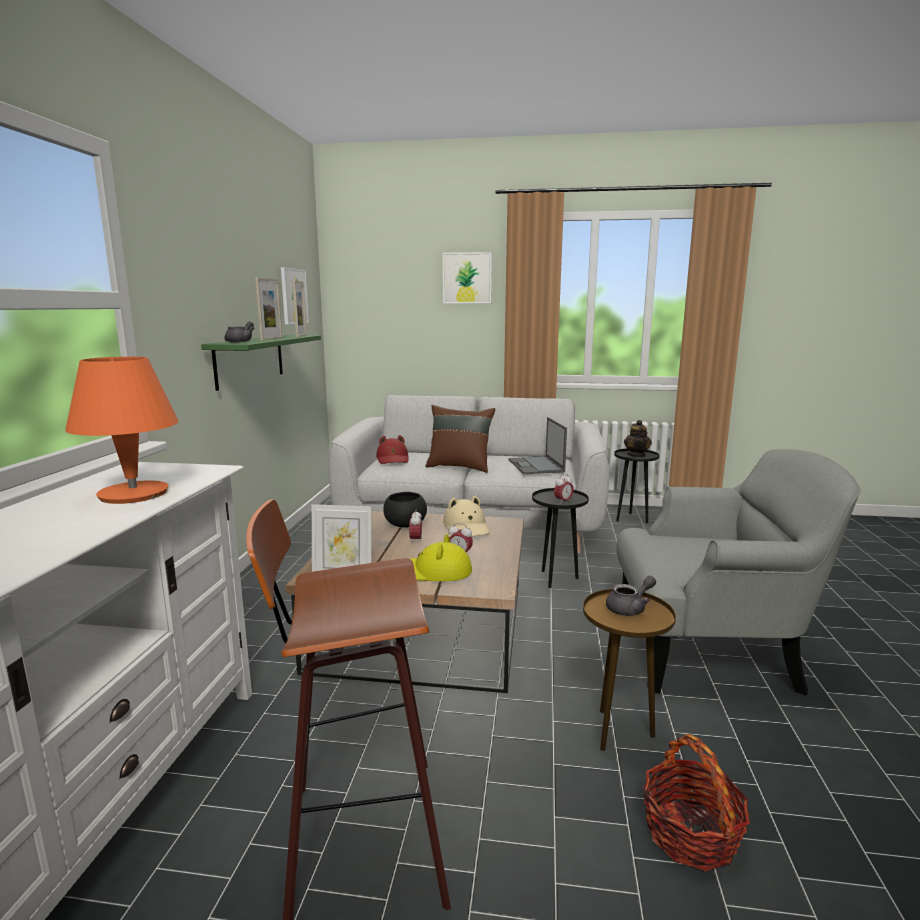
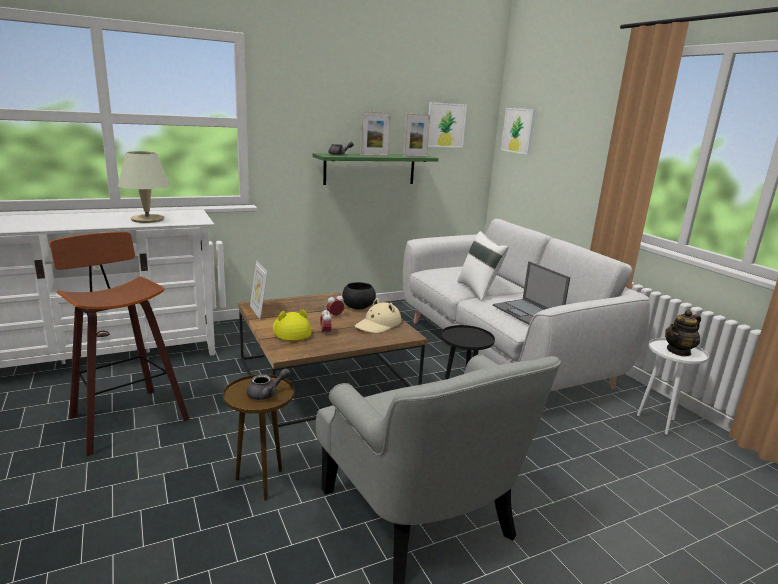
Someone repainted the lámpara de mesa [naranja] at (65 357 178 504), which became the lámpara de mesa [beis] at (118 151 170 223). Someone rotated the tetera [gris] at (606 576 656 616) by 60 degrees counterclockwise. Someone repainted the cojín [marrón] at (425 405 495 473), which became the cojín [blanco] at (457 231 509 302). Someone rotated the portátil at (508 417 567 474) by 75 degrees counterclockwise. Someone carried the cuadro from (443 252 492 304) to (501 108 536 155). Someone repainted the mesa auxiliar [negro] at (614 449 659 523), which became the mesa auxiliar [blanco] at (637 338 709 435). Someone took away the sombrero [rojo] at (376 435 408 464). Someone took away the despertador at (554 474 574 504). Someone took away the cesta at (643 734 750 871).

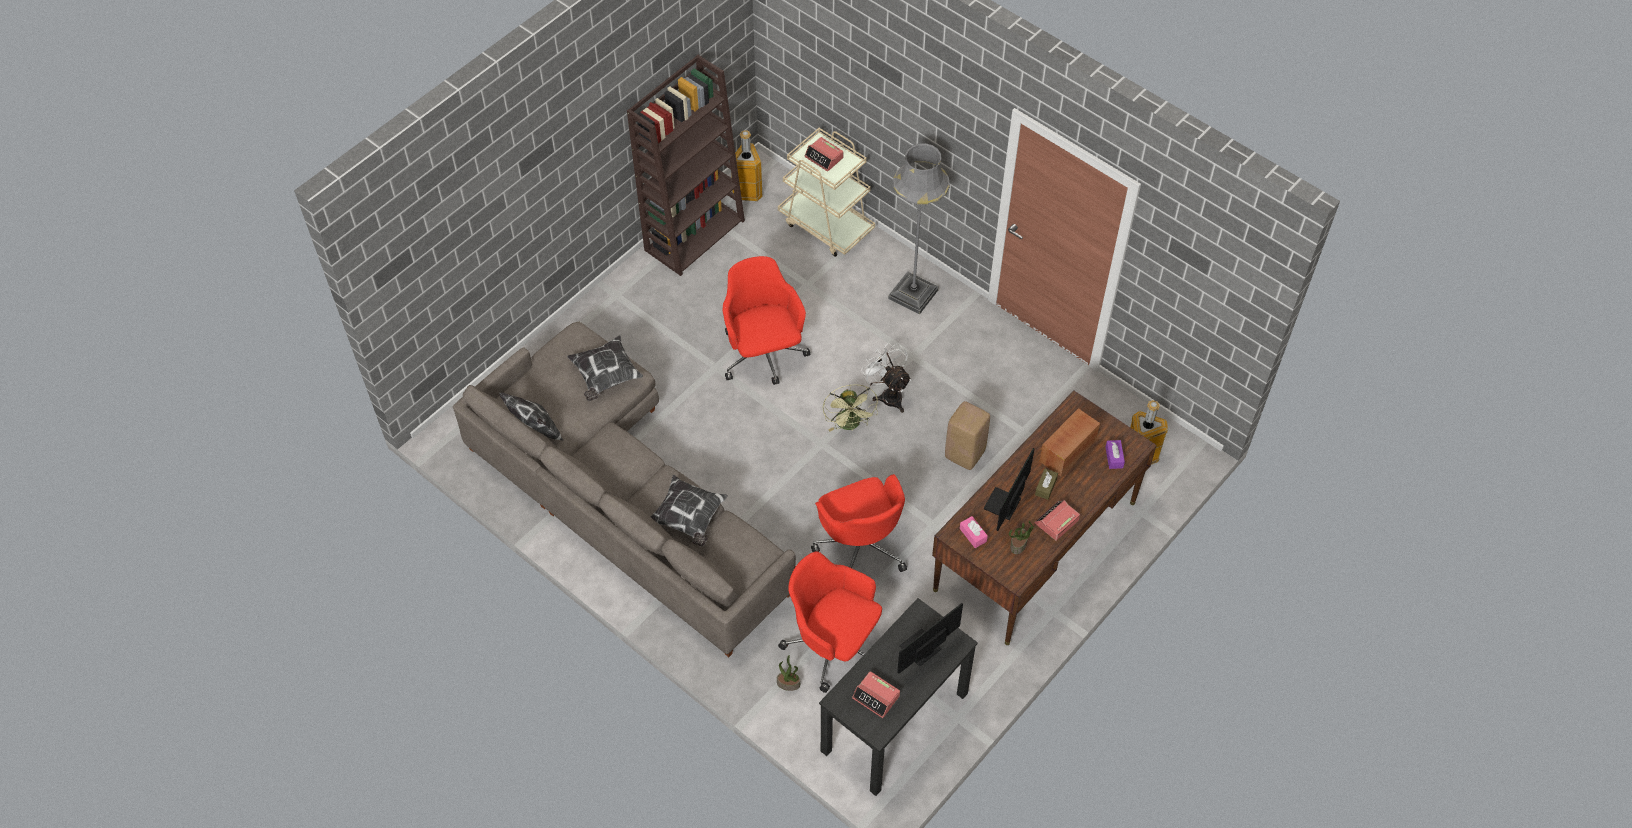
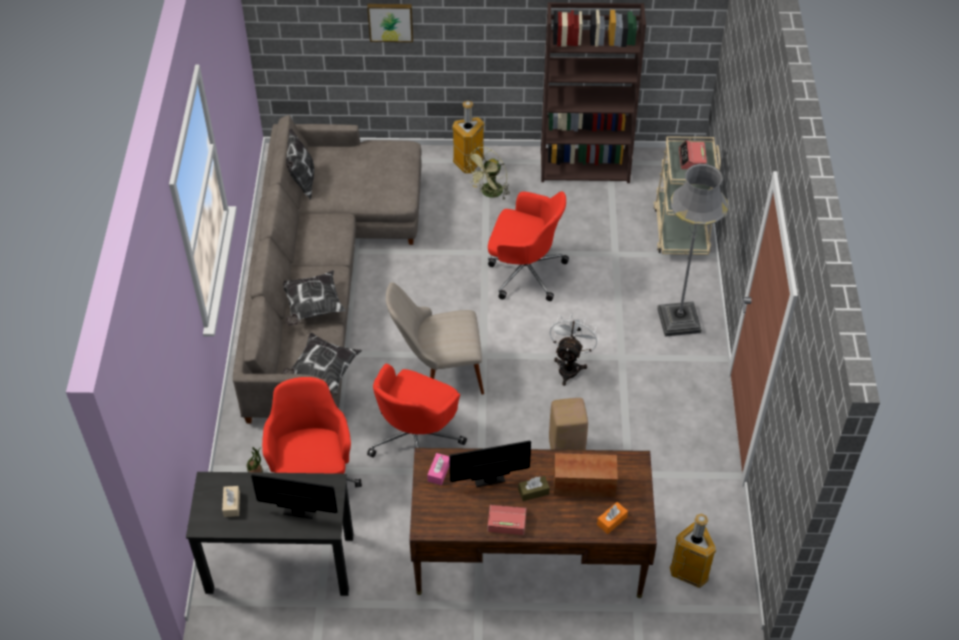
Someone swapped the despertador at (852 671 900 718) for the caja de pañuelos [beis] at (222 486 240 517). Someone carried the cojín from (567 335 643 401) to (281 333 362 393). Someone put up the cuadro at (367 4 413 42). Someone put down the silla [beis] at (386 282 484 395). Someone carried the papelera from (731 130 762 201) to (452 101 484 173). Someone carried the ventilador [verde] from (823 384 878 431) to (464 147 510 200). Someone rotated the silla de oficina [rojo] at (722 256 810 385) by 75 degrees clockwise. Someone repainted the caja de pañuelos [morado] at (1105 440 1125 469), which became the caja de pañuelos [naranja] at (597 502 628 534). Someone took away the planta en maceta at (1009 521 1034 554).

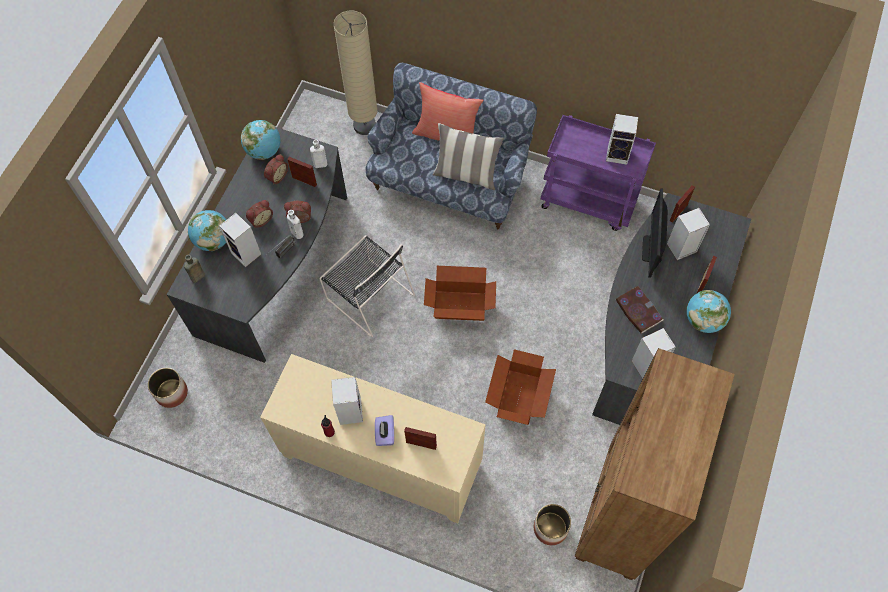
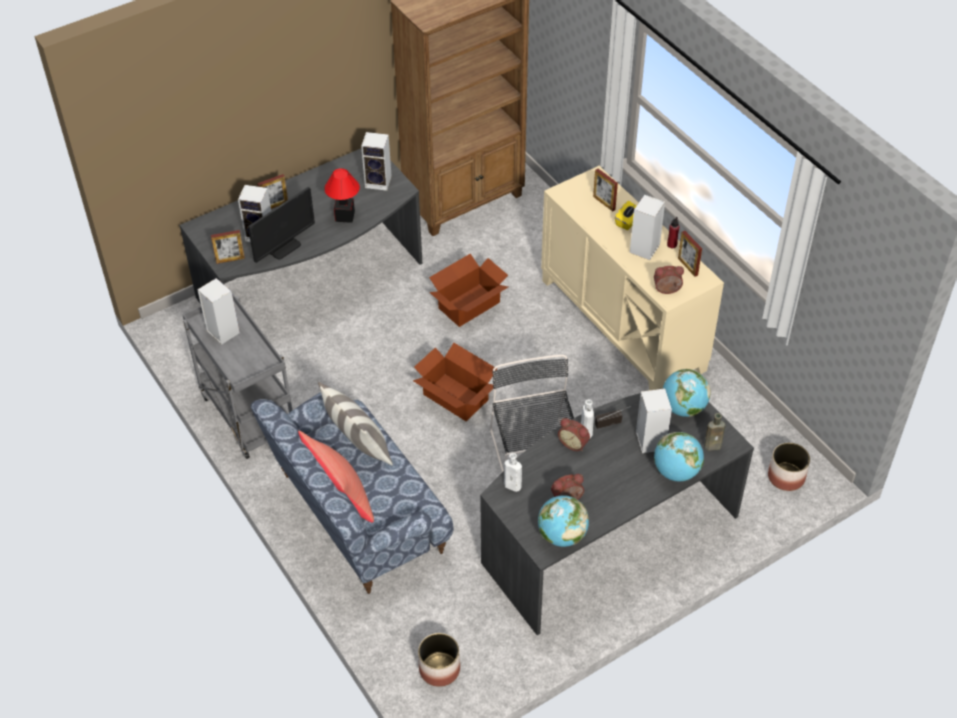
Someone repainted the carrito [morado] at (541 115 656 231), which became the carrito [gris] at (182 292 292 459). Someone swapped the libro at (616 286 663 334) for the lámpara de mesa at (324 168 360 223). Someone carried the maceta from (534 504 571 545) to (418 633 460 687). Someone repainted the caja de pañuelos [morado] at (375 415 394 446), which became the caja de pañuelos [amarillo] at (615 201 637 230). Someone carried the despertador from (246 200 273 228) to (654 266 684 294). Someone carried the globo terráqueo from (687 290 731 333) to (663 369 711 417). Someone carried the portarretratos from (287 157 317 187) to (678 231 702 277). Someone took away the lámpara de pie [beis] at (333 10 378 135).

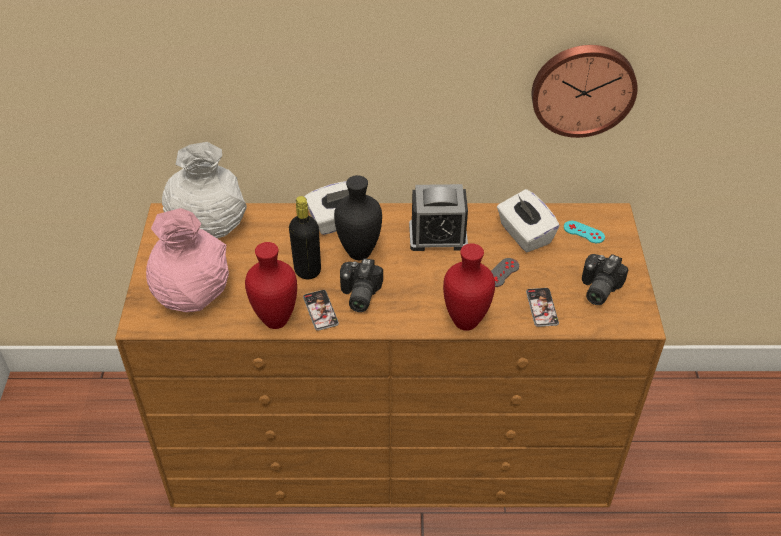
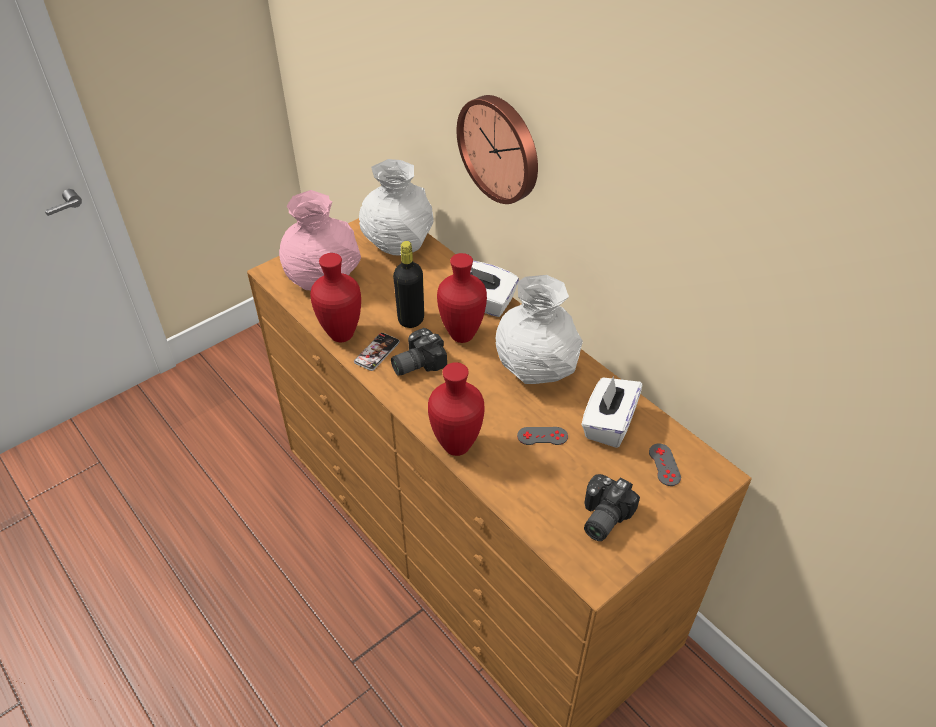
Someone repainted the florero [negro] at (334 175 382 260), which became the florero [rojo] at (437 253 487 343). Someone carried the reloj de pared from (532 45 638 138) to (457 95 538 204). Someone swapped the despertador at (409 184 468 251) for the florero [blanco] at (496 275 583 384). Someone rotated the cámara at (582 254 629 305) by 45 degrees counterclockwise. Someone repainted the mando de consola [turquesa] at (564 221 605 243), which became the mando de consola [gris] at (649 444 681 486). Someone took away the móvil at (526 288 559 327).

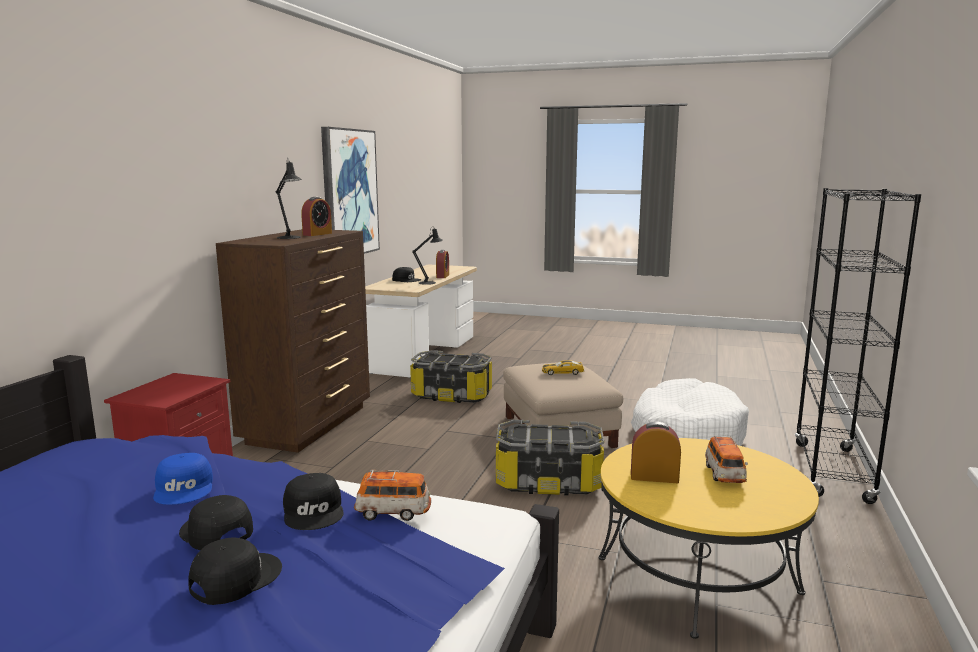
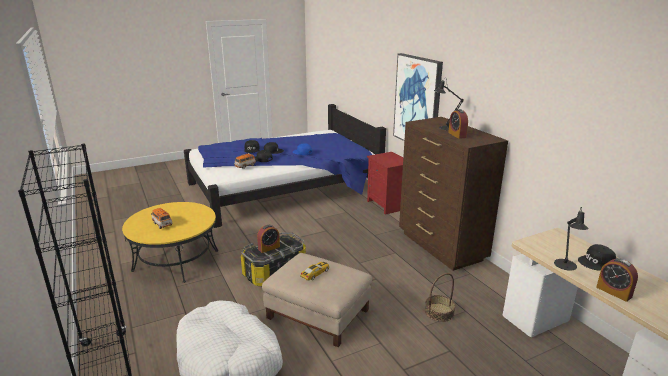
Someone carried the despertador from (631 422 681 483) to (257 225 280 253). Someone carried the cuadro from (321 127 380 254) to (393 53 443 141). Someone swapped the caja de almacenaje at (410 350 492 403) for the cesta at (425 273 456 322).

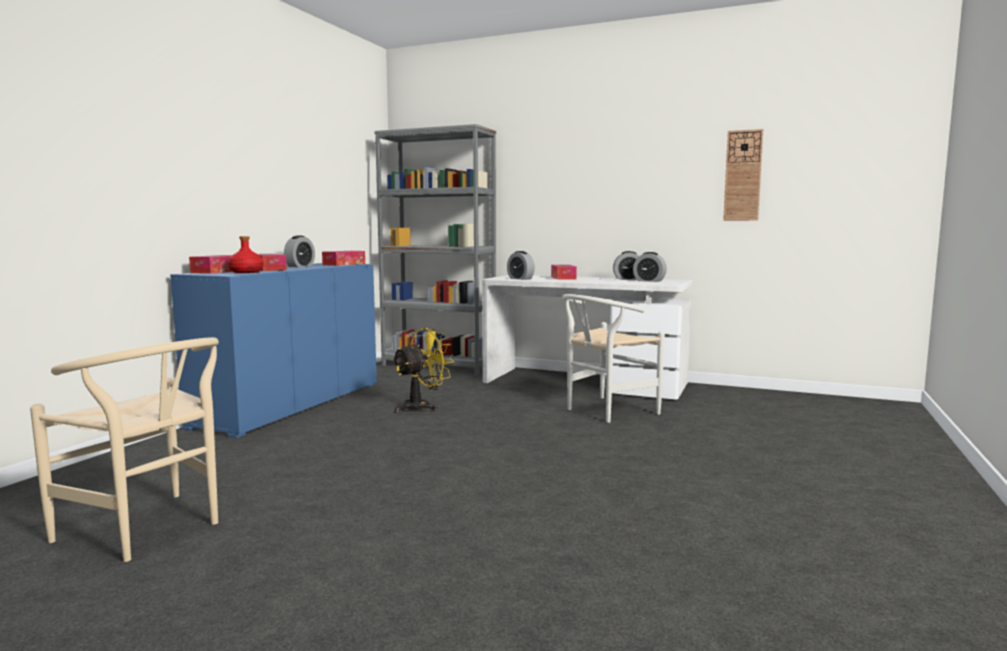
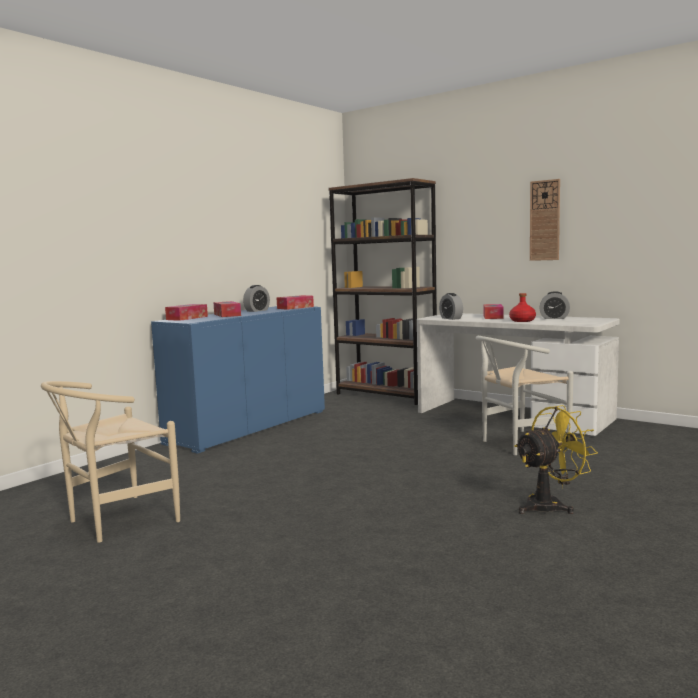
Someone rotated the silla [beis] at (30 337 219 562) by 90 degrees clockwise. Someone repainted the estantería [gris] at (374 124 496 375), which became the estantería [marrón] at (329 178 437 405). Someone carried the botella [rojo] from (228 236 264 273) to (509 293 536 322). Someone carried the ventilador [amarillo] from (392 327 454 413) to (514 405 598 514). Someone carried the reloj de pared from (723 129 763 221) to (530 179 560 261). Someone took away the despertador at (633 252 667 282).

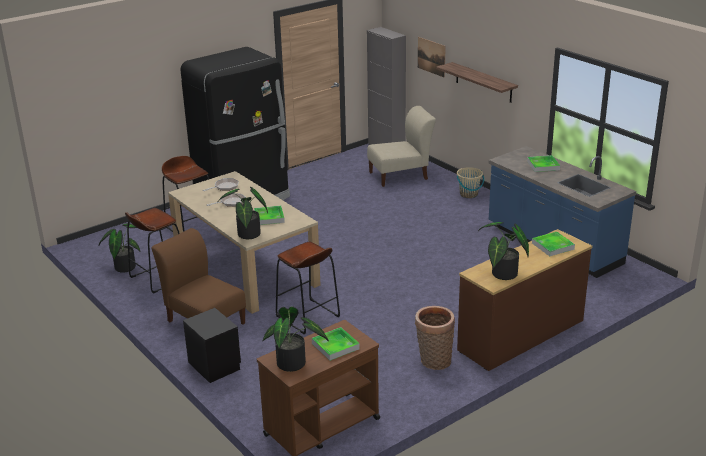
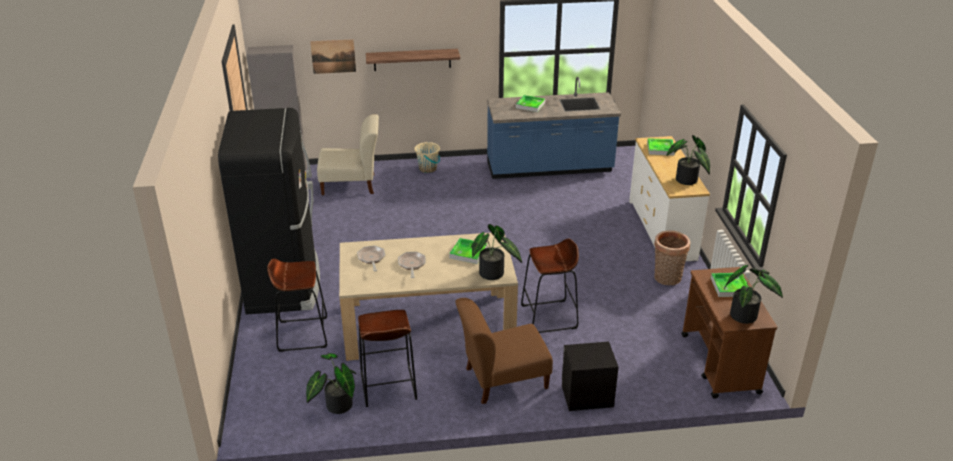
Someone rotated the silla [beis] at (367 106 436 187) by 75 degrees clockwise. Someone repainted the cómoda [marrón] at (457 229 593 371), which became the cómoda [blanco] at (629 136 710 262).

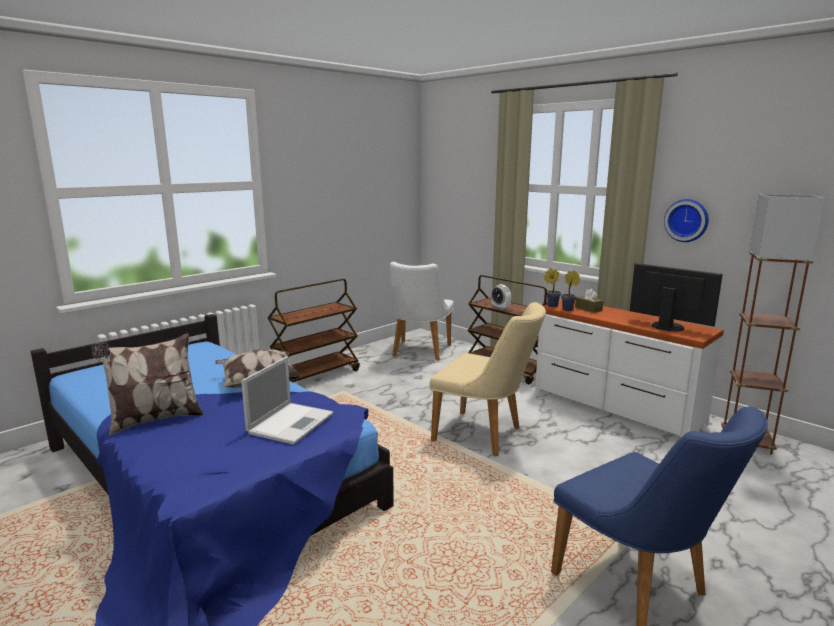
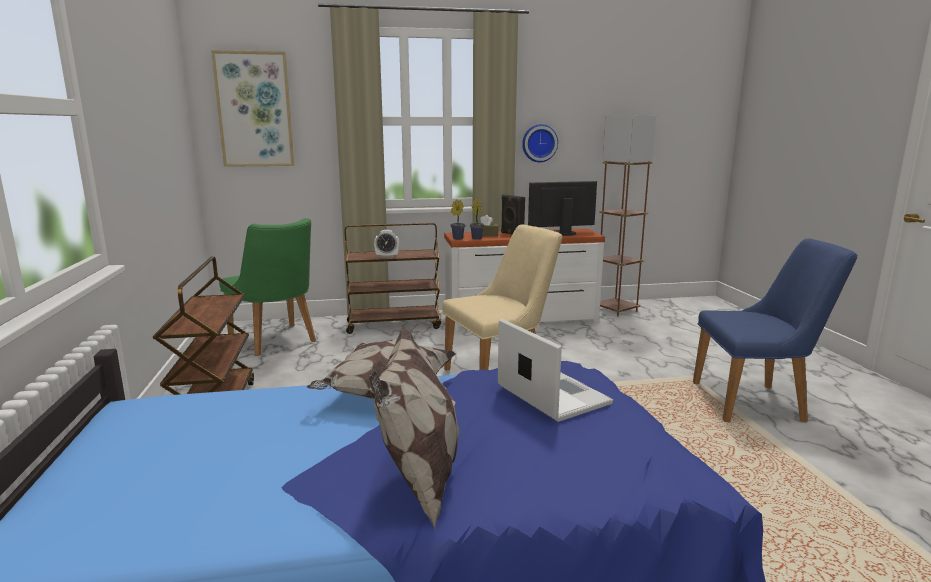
Someone put up the cuadro at (211 50 294 167). Someone repainted the silla [blanco] at (390 262 454 360), which became the silla [verde] at (219 218 316 356). Someone put down the altavoz [negro] at (501 194 525 234).

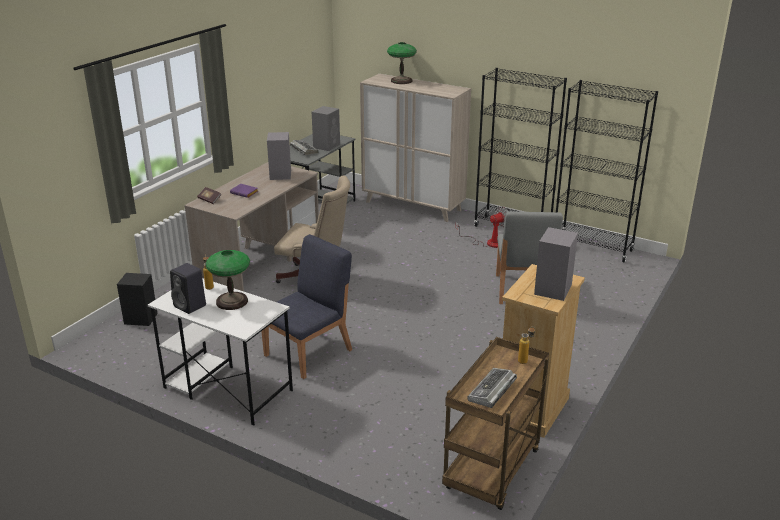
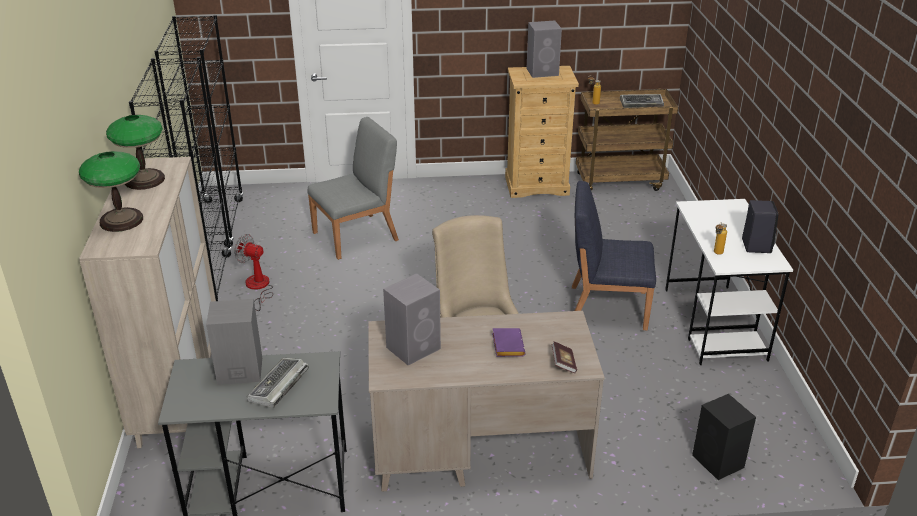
Someone carried the lámpara de mesa from (206 250 250 310) to (106 115 165 190).

